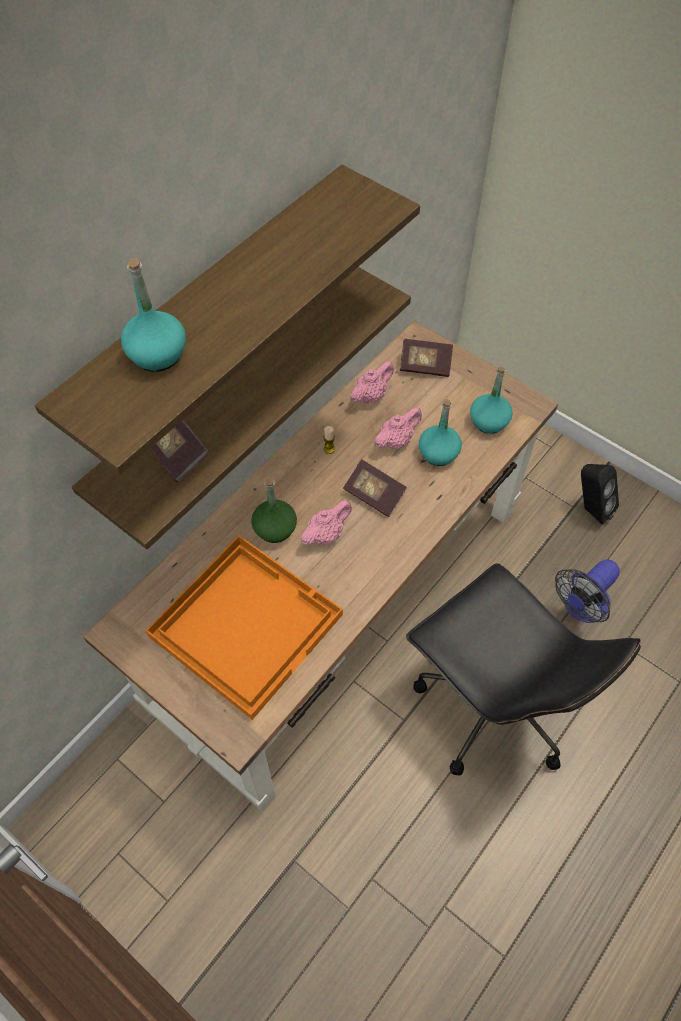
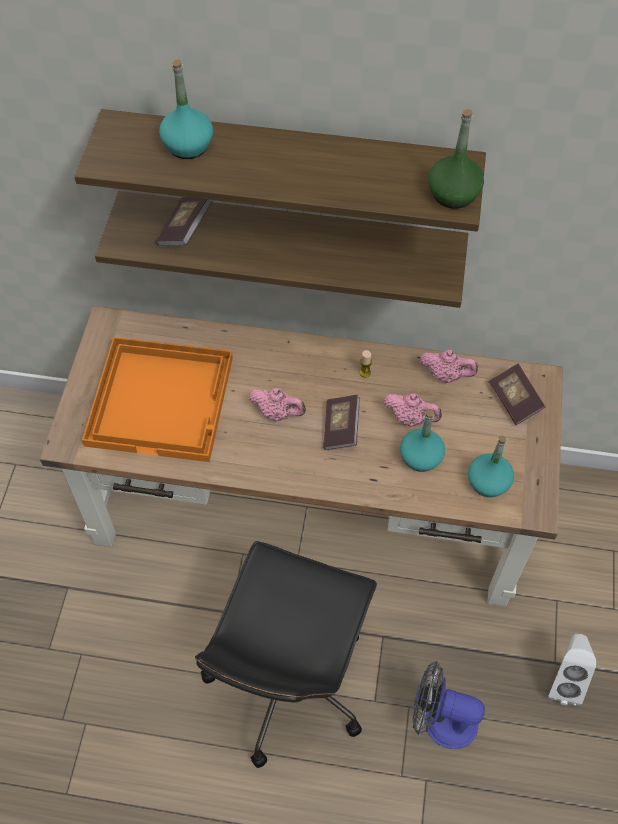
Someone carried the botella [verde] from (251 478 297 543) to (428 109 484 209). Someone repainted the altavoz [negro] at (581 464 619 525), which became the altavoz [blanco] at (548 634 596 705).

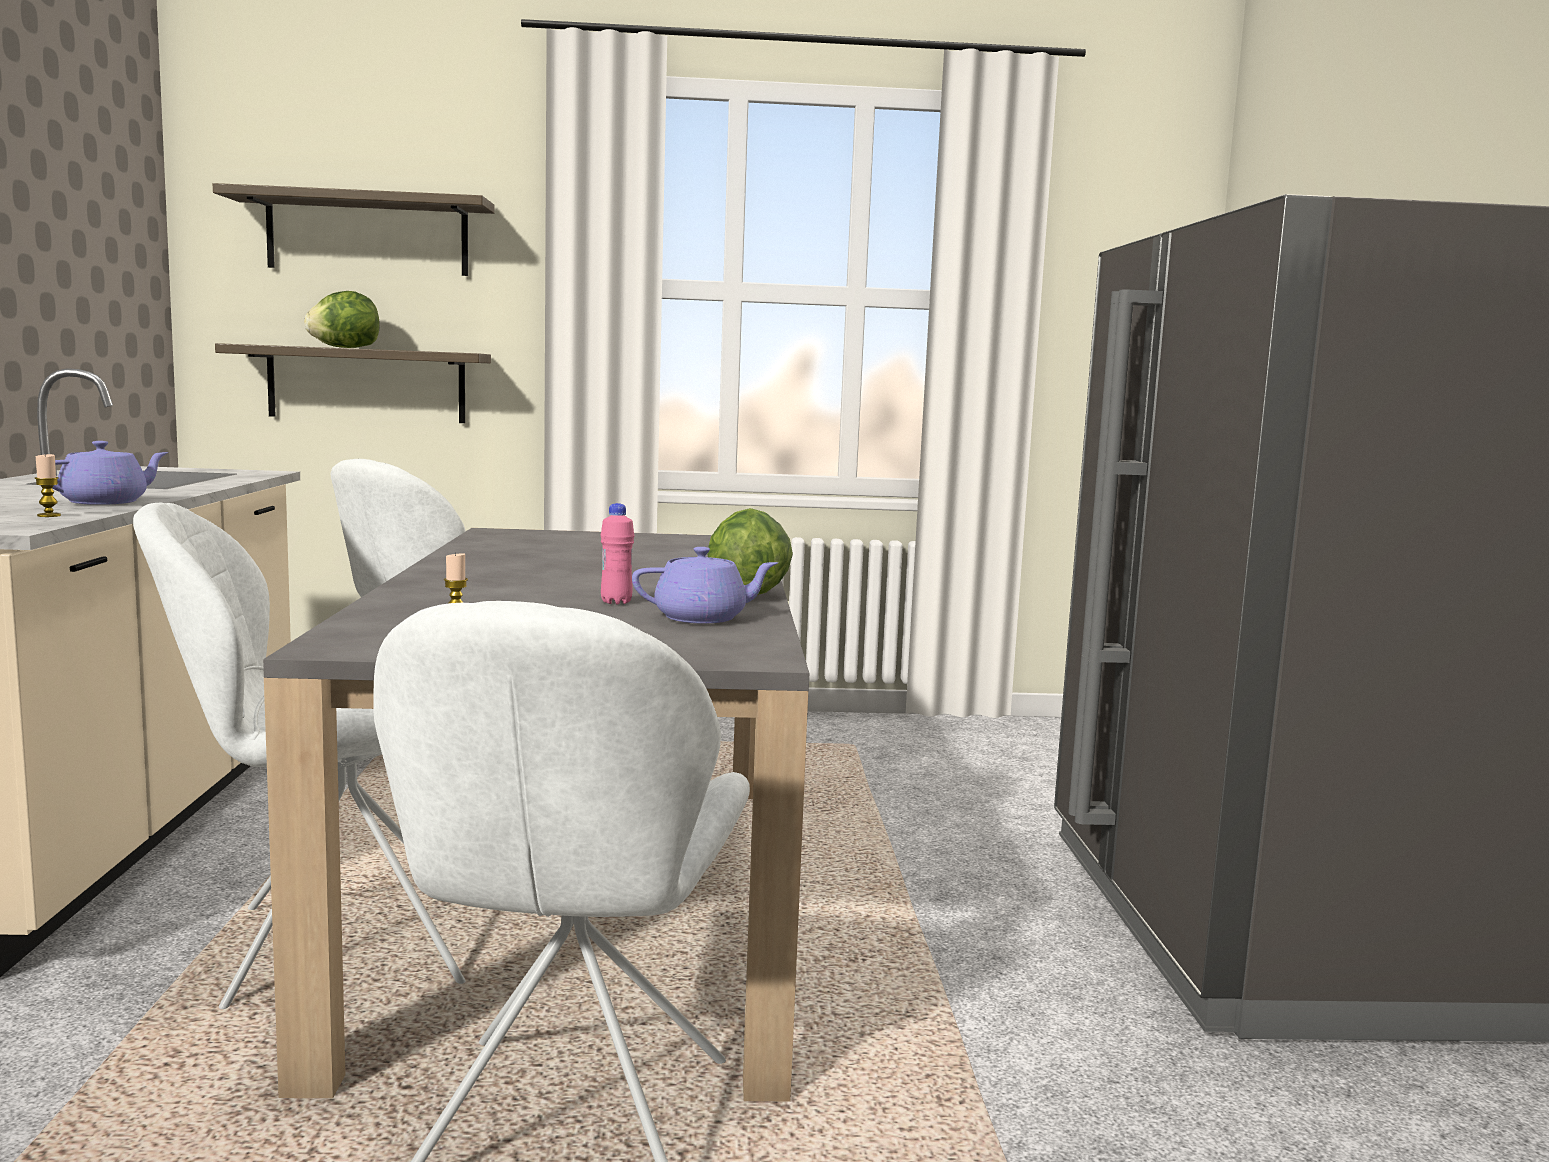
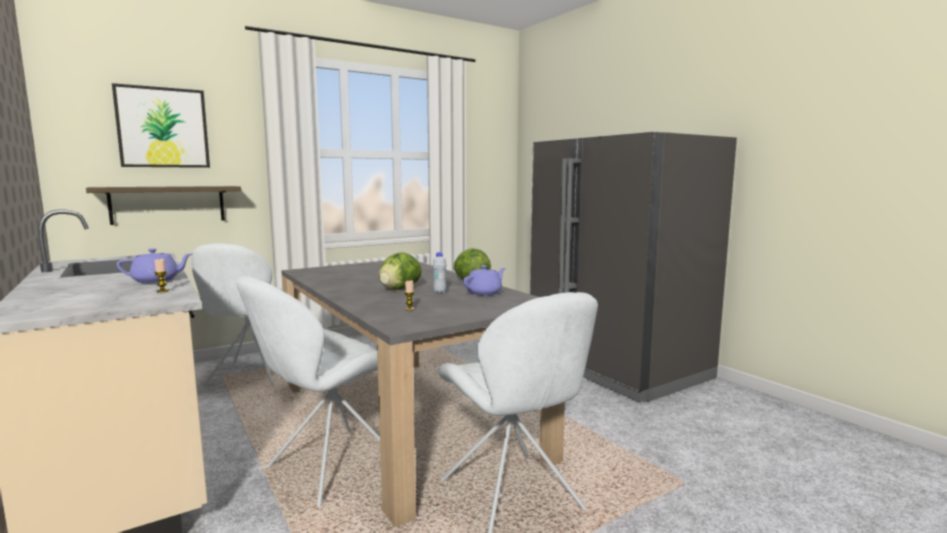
Someone swapped the estante at (213 183 495 276) for the cuadro at (112 83 210 168). Someone rotated the tetera [morado] at (53 441 169 505) by 60 degrees clockwise. Someone carried the lechuga from (304 291 380 348) to (379 252 422 290). Someone repainted the botella [rosa] at (601 503 634 605), which became the botella [blanco] at (433 252 446 293).

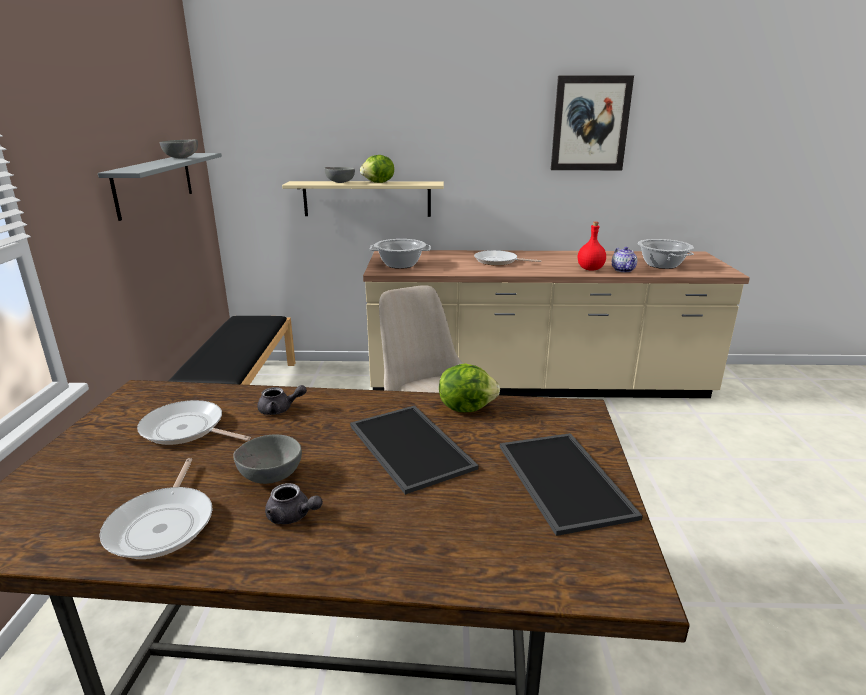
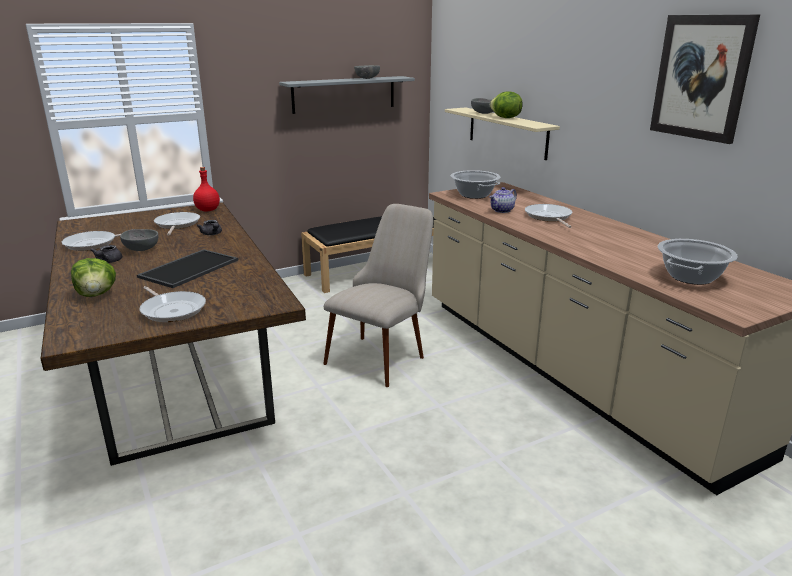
Someone carried the lechuga from (439 363 500 412) to (71 258 116 297). Someone swapped the bandeja at (500 433 643 536) for the sartén at (139 286 206 322). Someone carried the botella [rojo] from (578 221 606 271) to (193 167 220 211). Someone carried the tetera from (612 247 637 272) to (489 187 517 213).

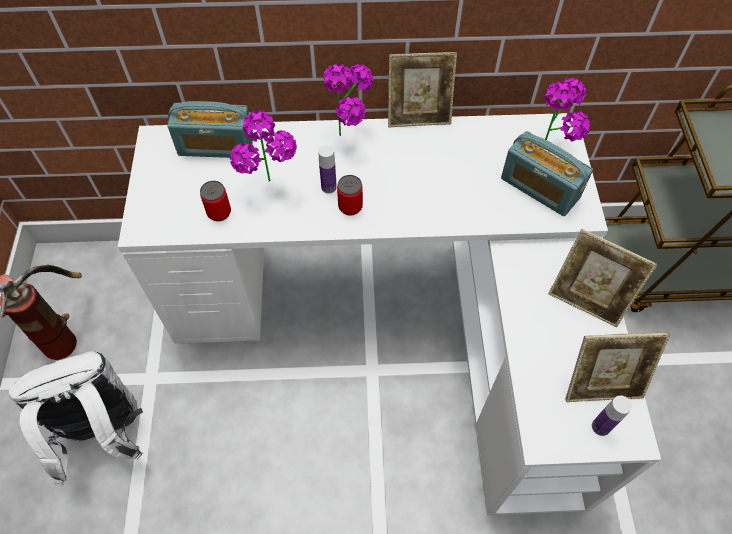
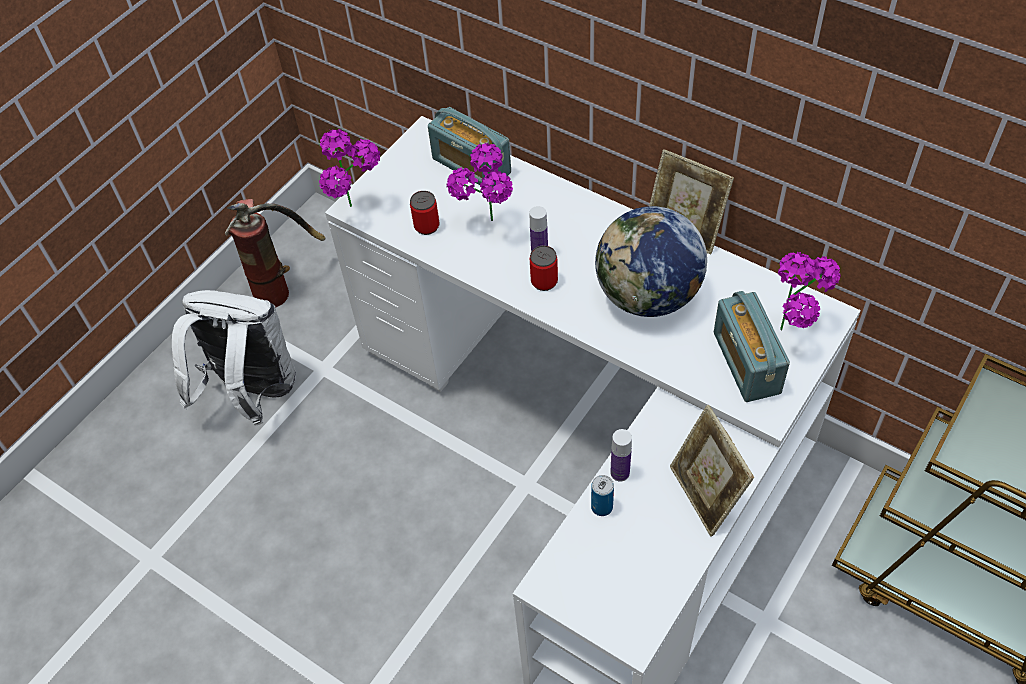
Someone carried the planta en maceta from (323 63 373 136) to (319 129 380 207). Someone put down the lata at (591 475 614 516). Someone put down the globo terráqueo at (595 206 707 317). Someone carried the botella from (592 396 632 436) to (610 429 632 482). Someone took away the portarretratos at (565 332 670 402).

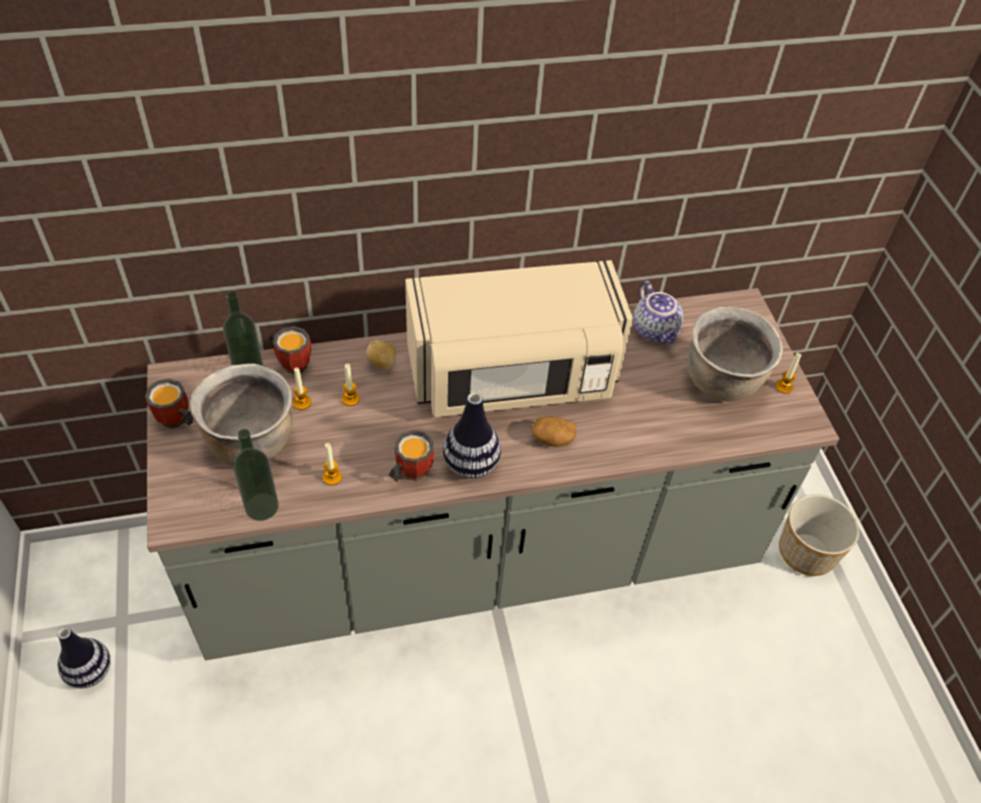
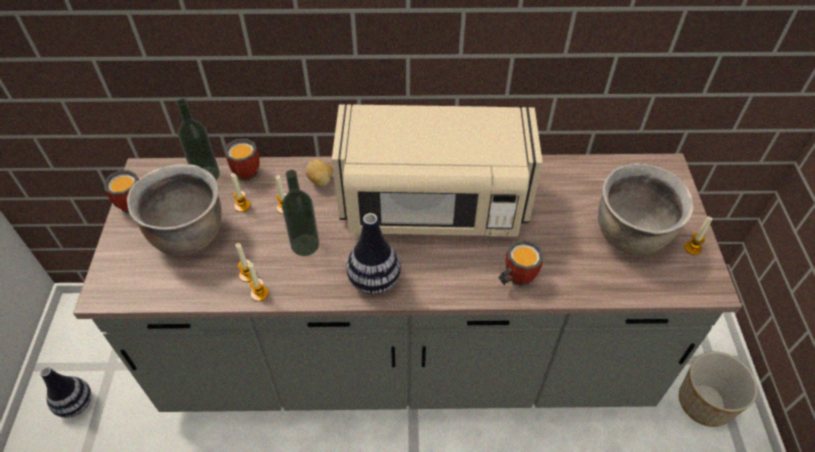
Someone put down the vela at (248 262 269 301). Someone carried the botella from (233 429 279 521) to (282 170 319 256). Someone carried the taza grande from (389 430 434 482) to (498 240 543 287). Someone took away the patata at (531 416 576 447). Someone took away the tetera at (633 281 683 344).

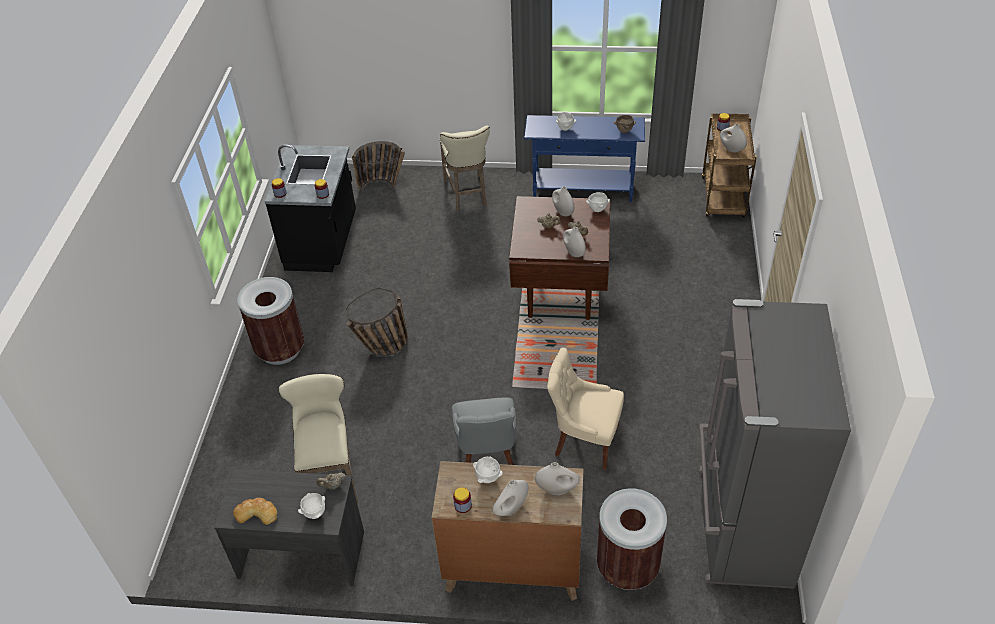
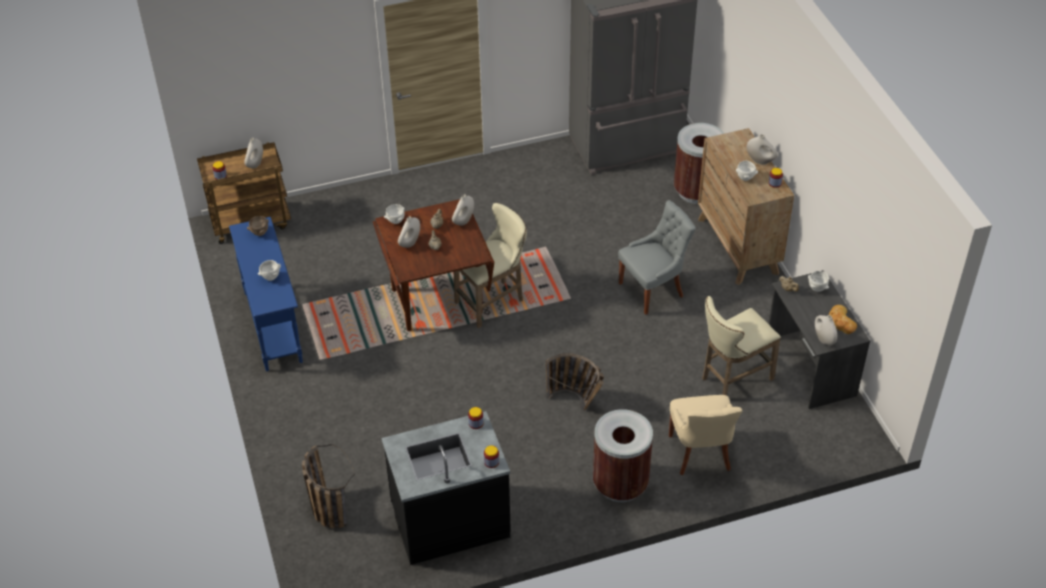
Someone carried the taburete [beis] from (439 126 490 211) to (454 203 527 328). Someone carried the silla [beis] from (547 347 624 470) to (669 395 742 475). Someone carried the florero [blanco] from (535 462 580 495) to (815 315 837 345).

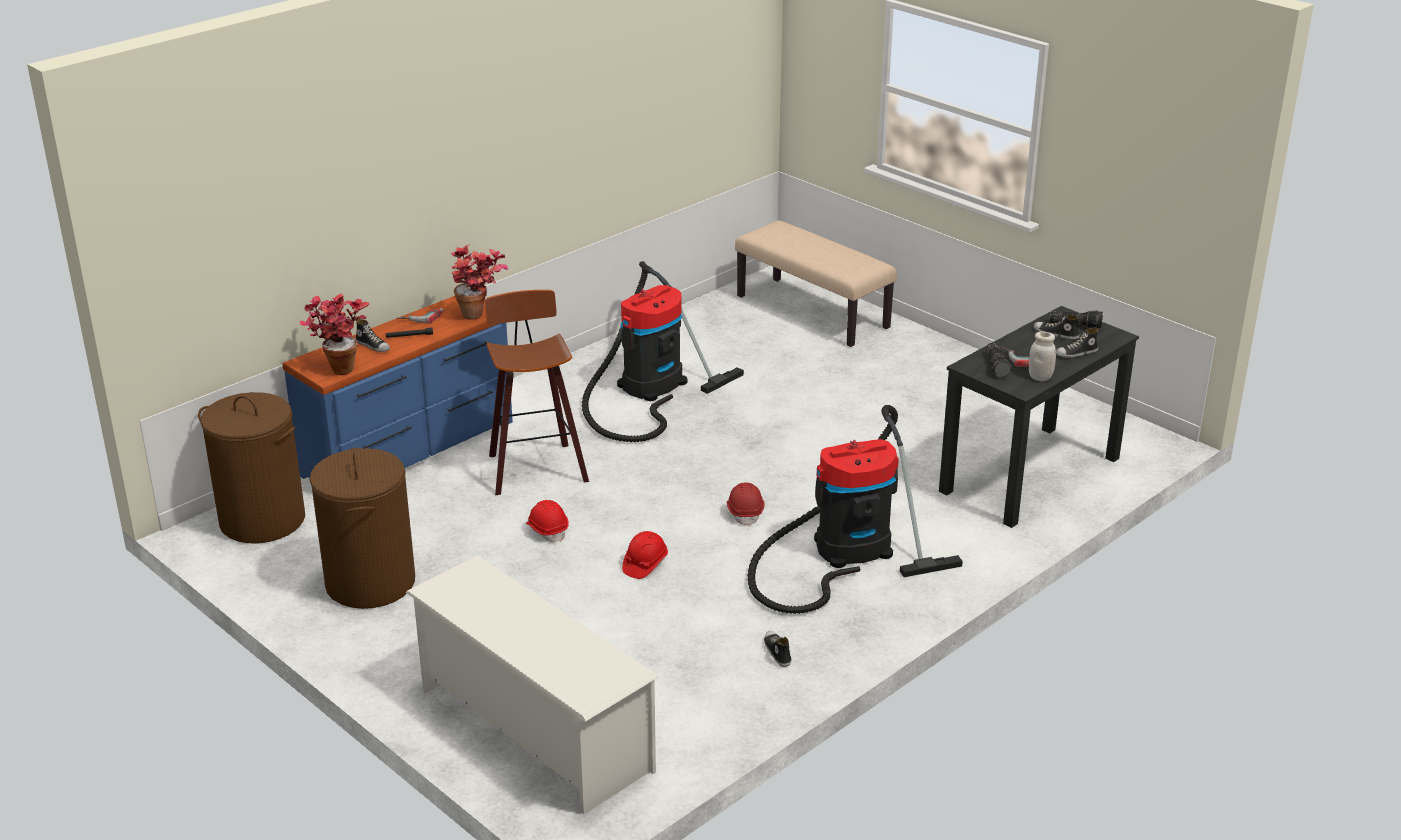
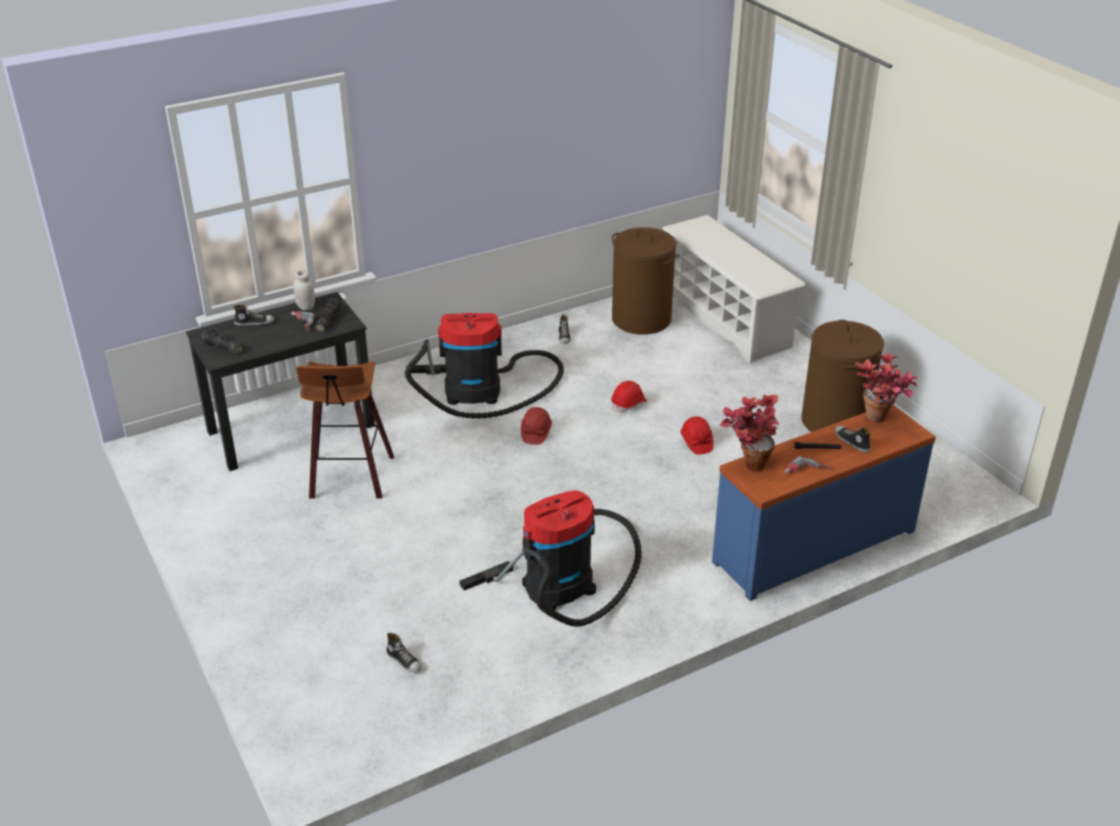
Someone carried the taburete from (485 290 589 495) to (296 361 394 499). Someone carried the zapato from (1034 315 1079 340) to (386 633 421 672). Someone carried the cesto de la ropa [marrón] from (198 392 305 543) to (612 227 679 335). Someone took away the banco [beis] at (735 220 897 347).

